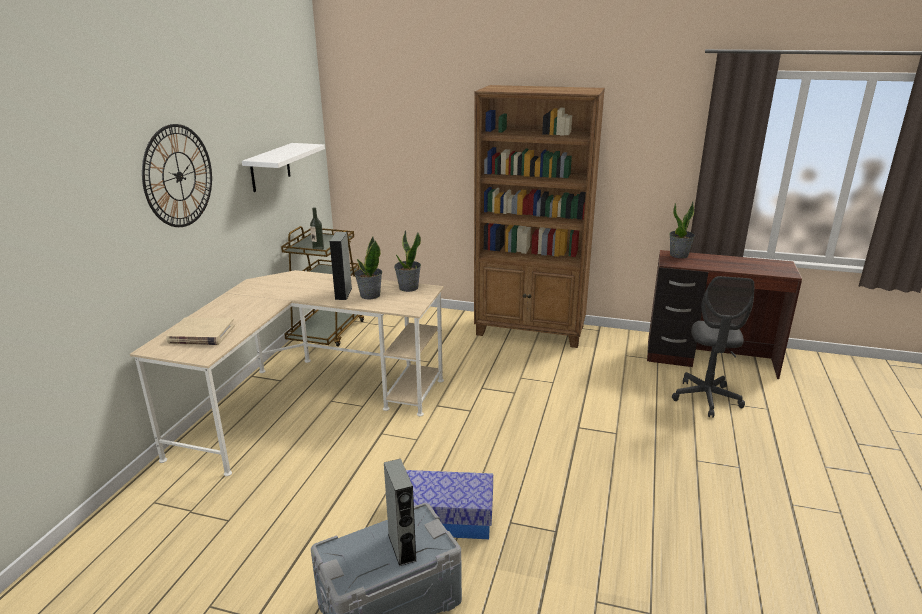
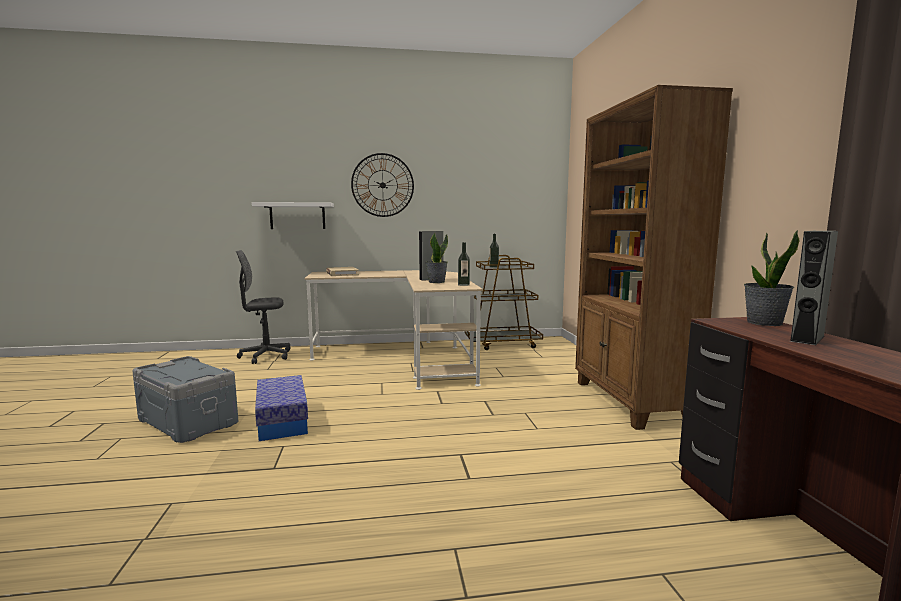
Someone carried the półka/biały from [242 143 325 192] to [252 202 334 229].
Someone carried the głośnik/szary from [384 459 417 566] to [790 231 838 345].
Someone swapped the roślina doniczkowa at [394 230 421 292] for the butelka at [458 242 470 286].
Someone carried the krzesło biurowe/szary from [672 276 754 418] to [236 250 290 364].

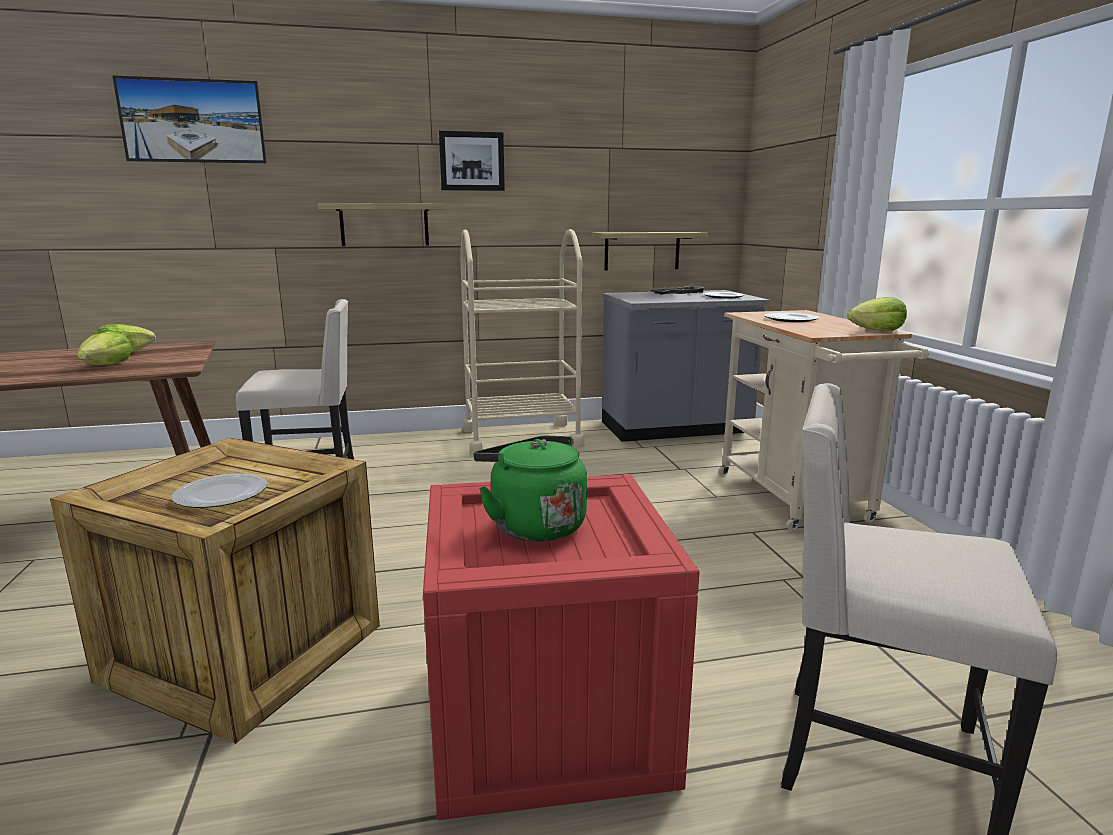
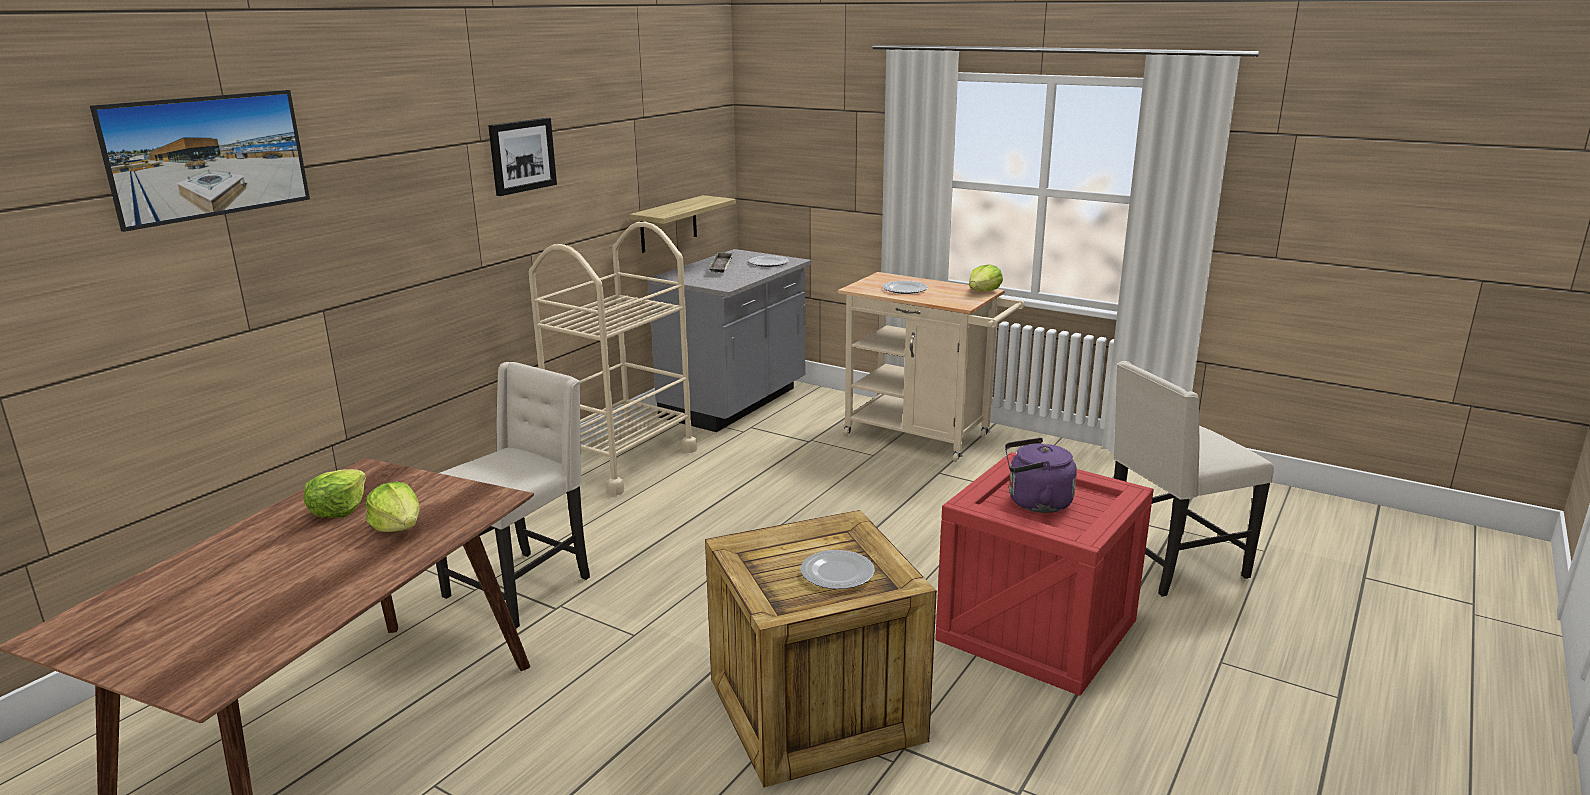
Someone took away the półka at [318 203 445 246].
Someone repainted the czajnik/zielony at [474 435 587 542], which became the czajnik/fioletowy at [1005 438 1077 513].

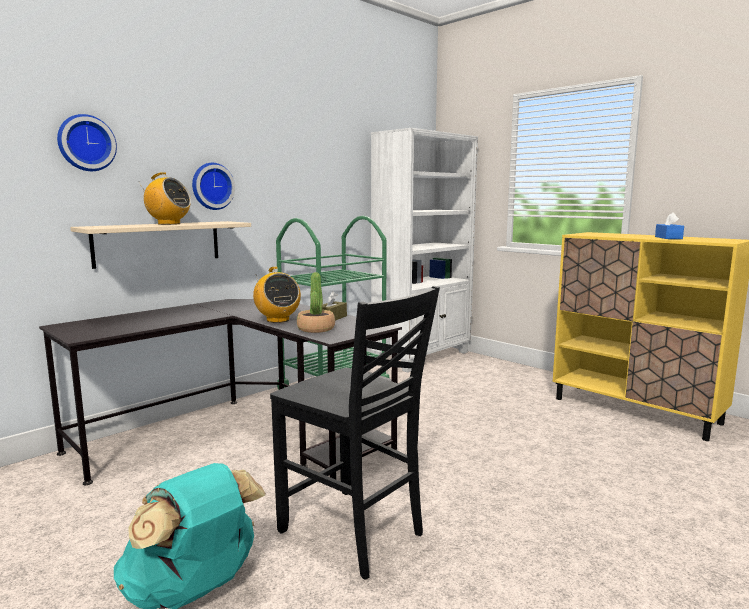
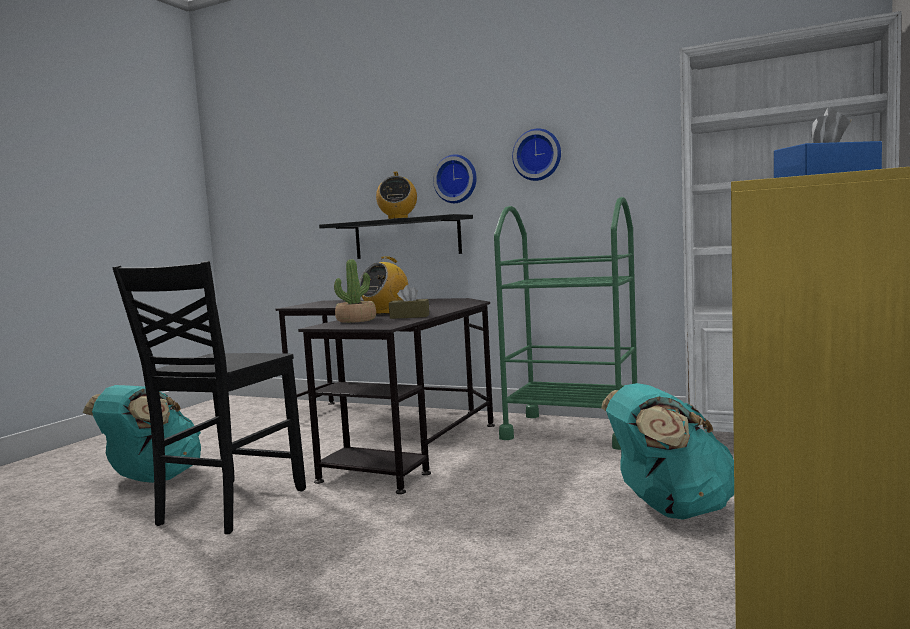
Someone carried the zegar ścienny from [57 114 117 171] to [512 129 561 181].
Someone repainted the półka/beżowy at [70 221 251 269], which became the półka/czarny at [319 214 473 259].
Someone put down the plecak/turkusowy at [601 383 734 520].

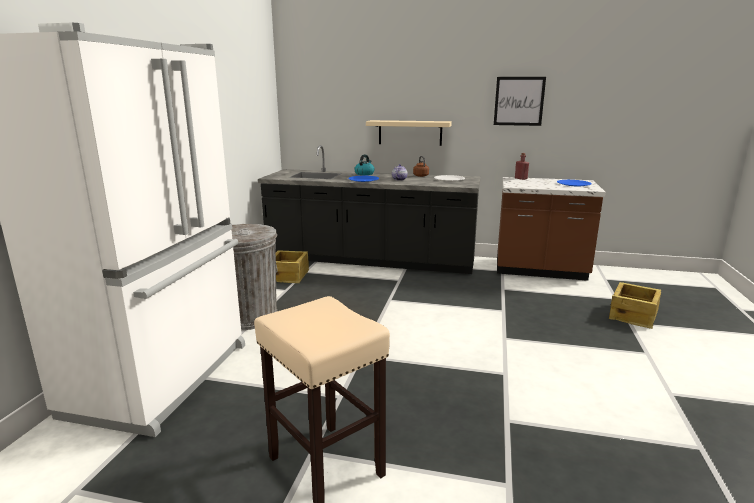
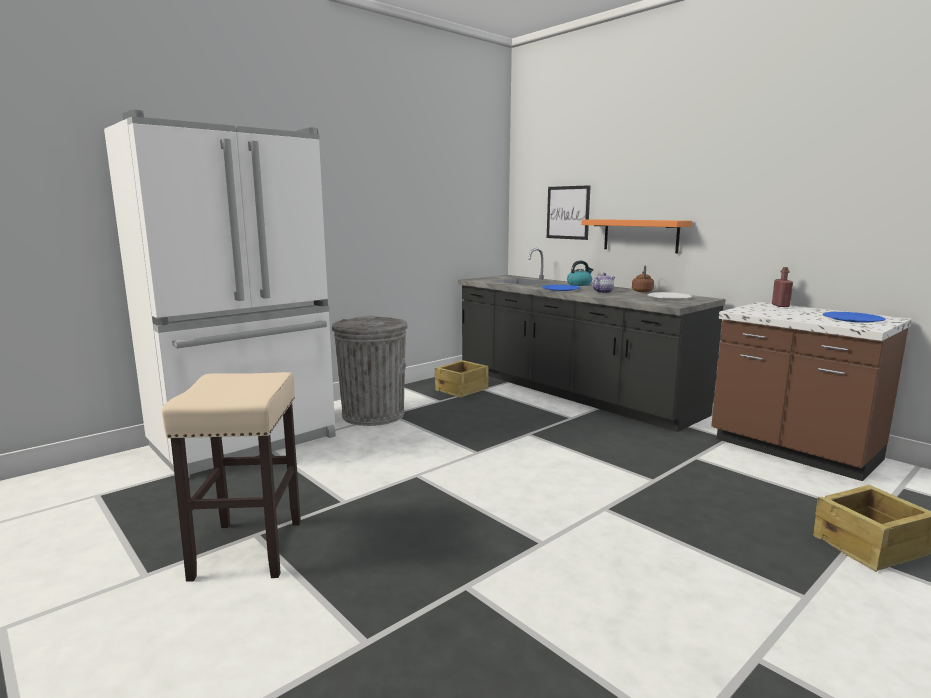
Someone repainted the półka/beżowy at [366 120 452 146], which became the półka/pomarańczowy at [581 219 692 253].
Someone carried the obraz from [494 77 546 126] to [547 185 591 240].

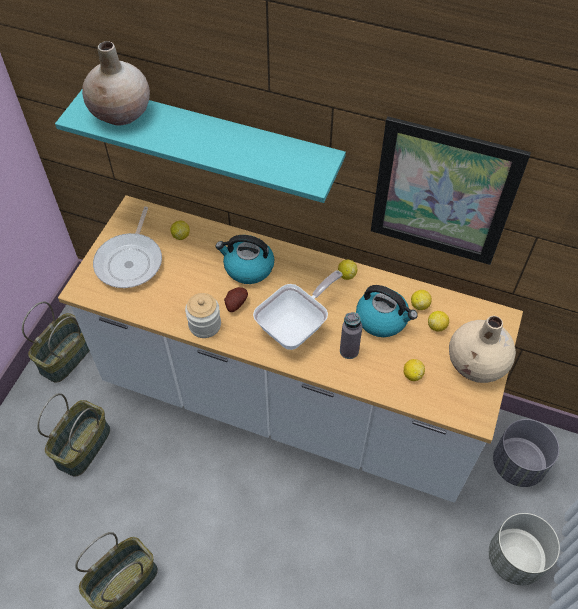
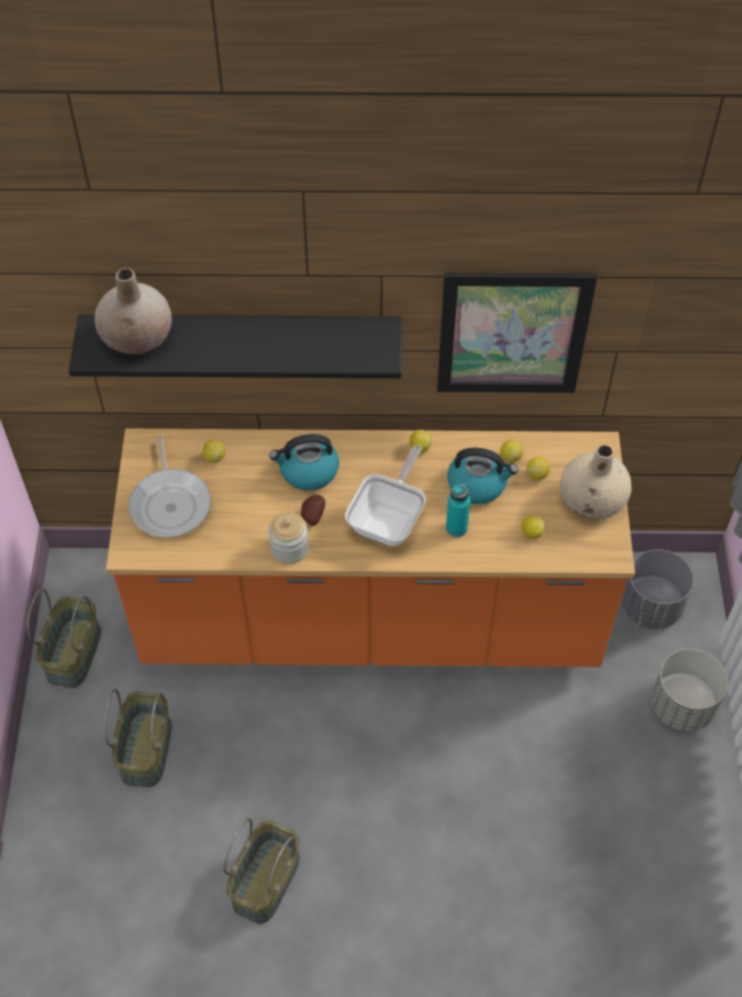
Someone repainted the półka/turkusowy at [55 90 346 203], which became the półka/czarny at [69 315 401 378].
Someone repainted the zabudowa kuchenna/biały at [58 195 523 503], which became the zabudowa kuchenna/pomarańczowy at [106 429 635 667].
Someone repainted the butelka/szary at [340 312 362 359], which became the butelka/turkusowy at [446 483 470 537].

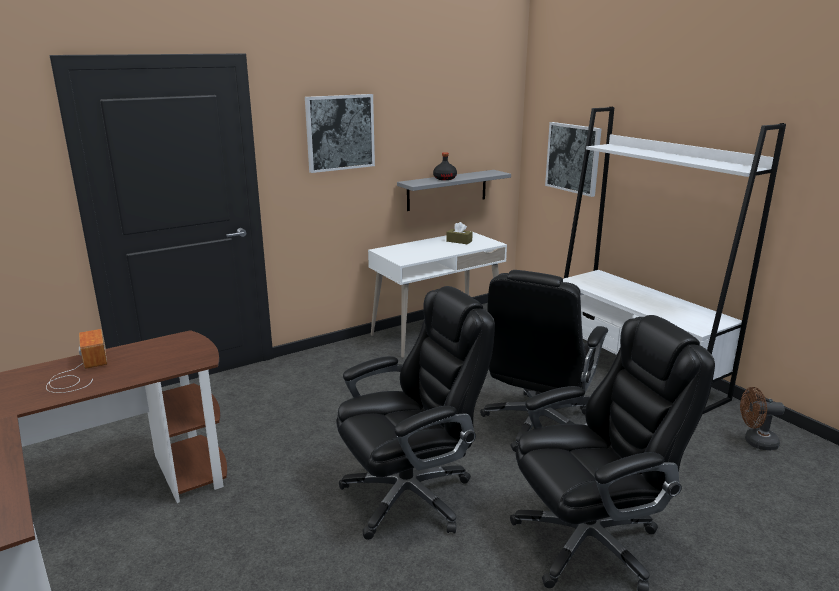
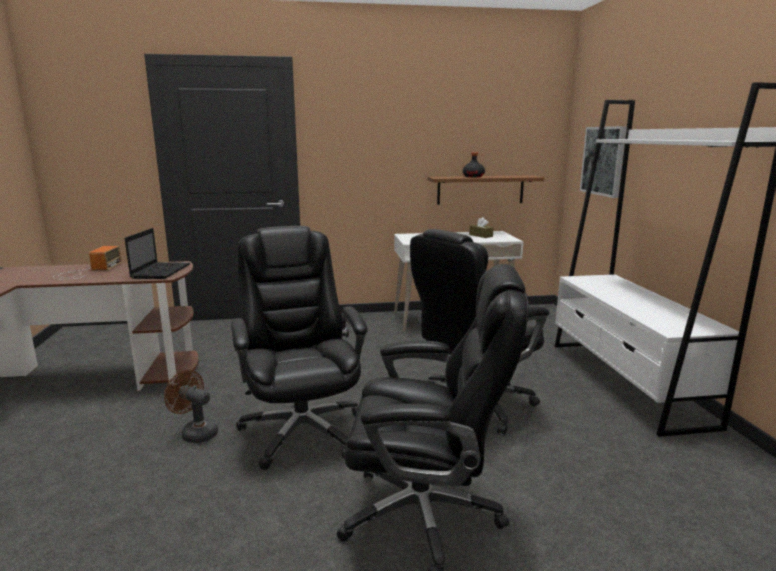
Someone took away the obraz at [305 94 375 173].
Someone rotated the krzesło biurowe/czarny at [336 286 495 540] by 105 degrees counterclockwise.
Someone repainted the półka/szary at [397 170 511 211], which became the półka/brązowy at [428 175 544 205].
Someone carried the wentylator/brązowy from [740 387 785 450] to [164 370 218 443].
Someone put down the laptop at [125 228 190 279].

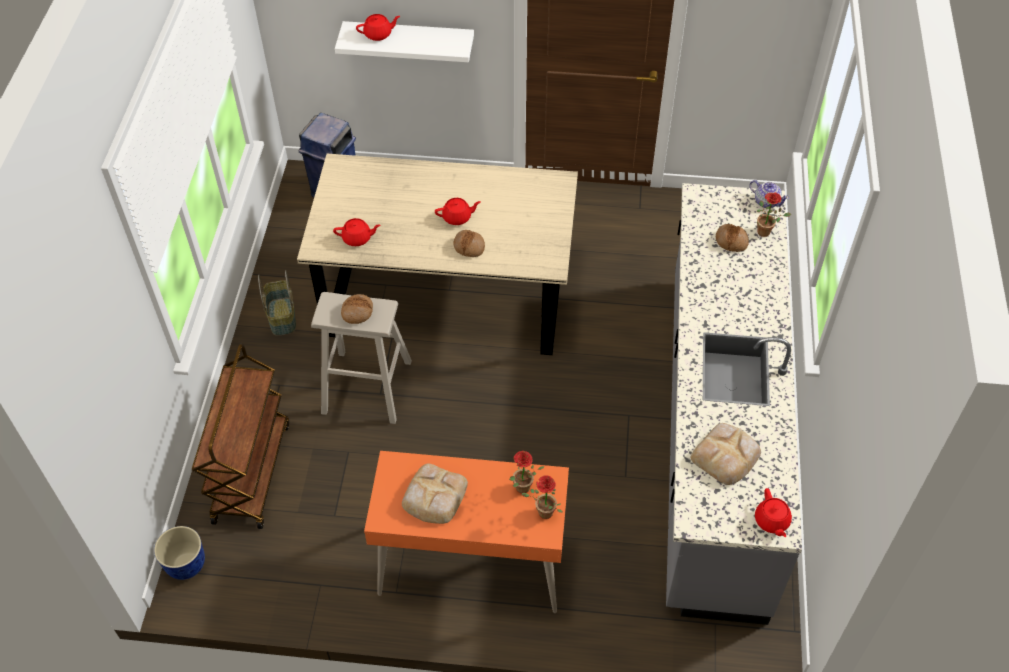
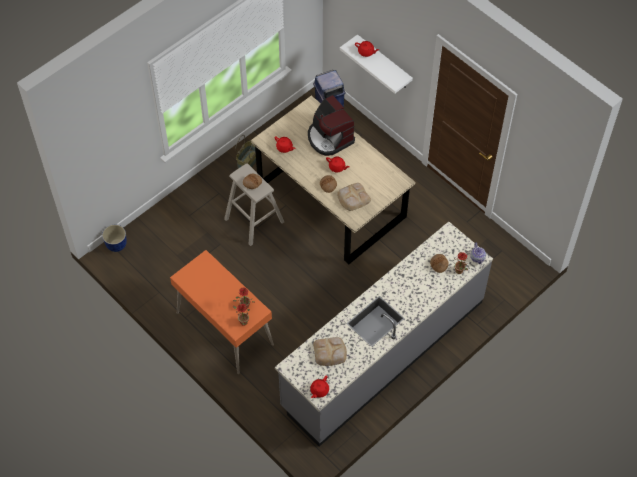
Someone took away the wózek/brązowy at [192 344 289 529].
Someone carried the chleb from [402 463 468 524] to [337 183 371 211].
Someone put down the ekspres do kawy at [308 95 355 156].

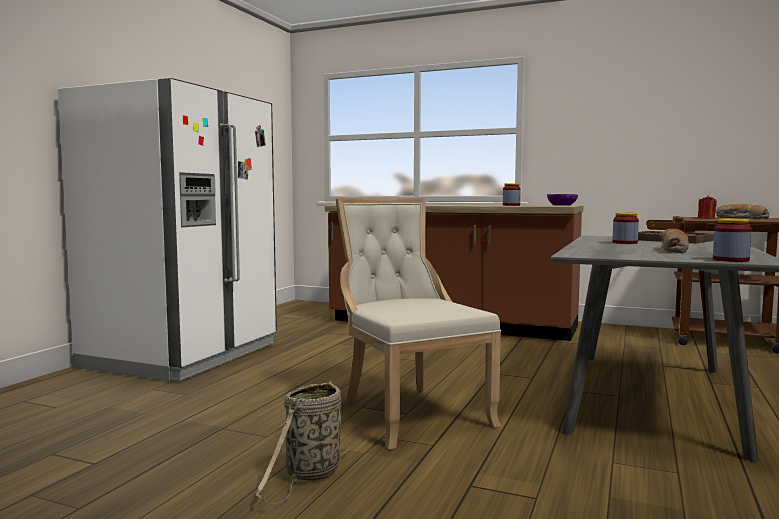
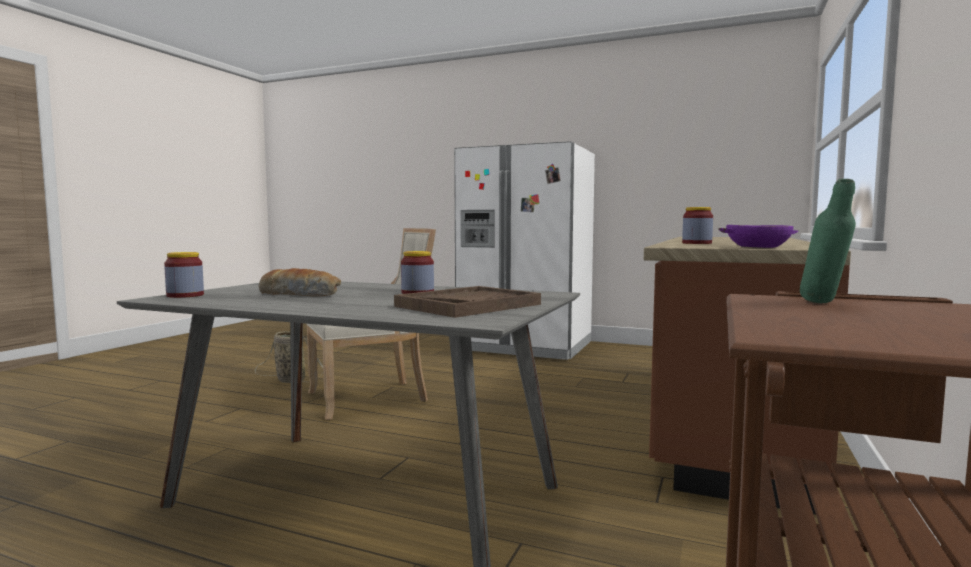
Someone swapped the świeca/czerwony at [698 195 717 219] for the butelka/zielony at [800 179 856 303].
Someone took away the chleb at [715 204 769 219].

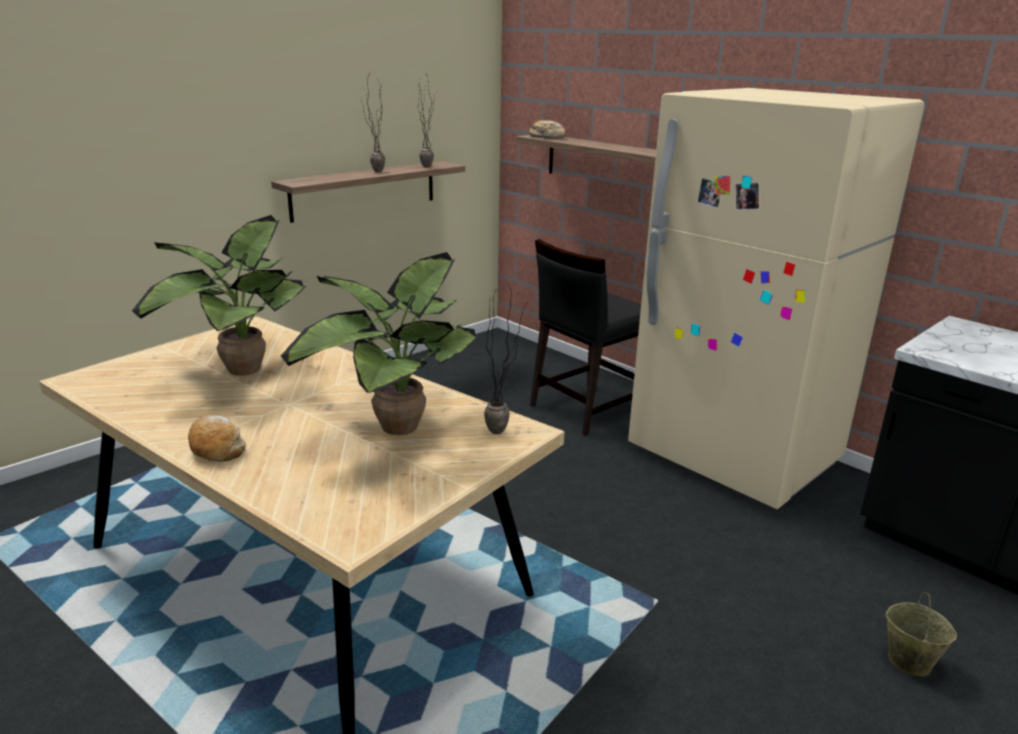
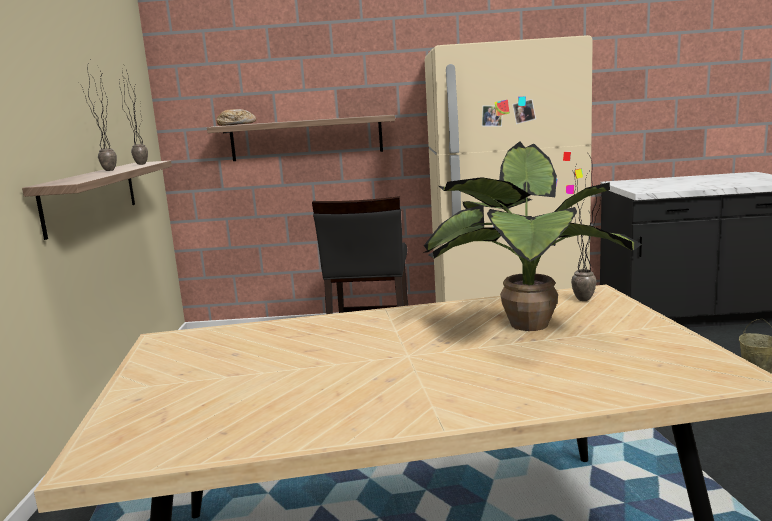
Someone took away the roślina doniczkowa at [132 215 306 376].
Someone took away the chleb at [188 415 246 462].

